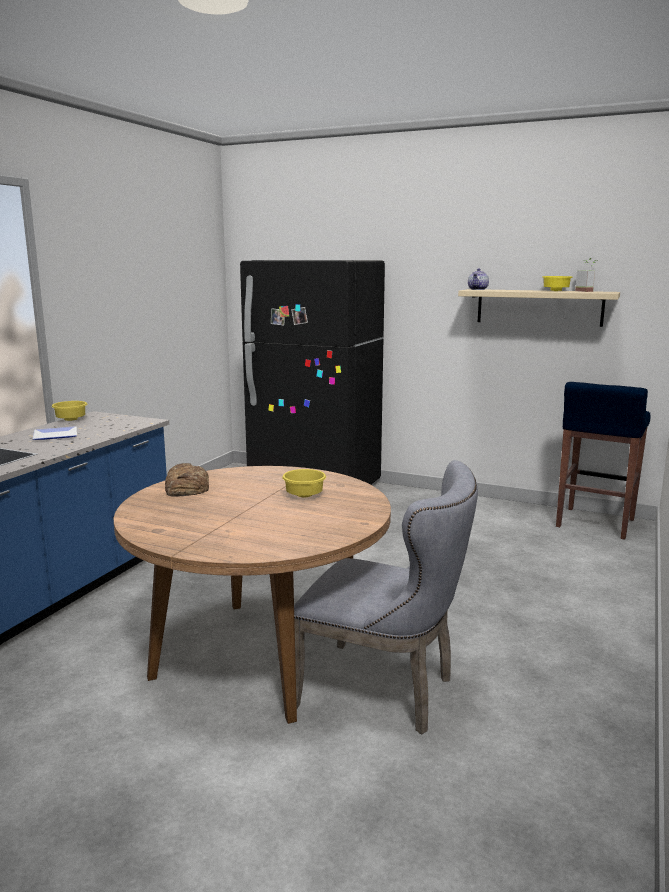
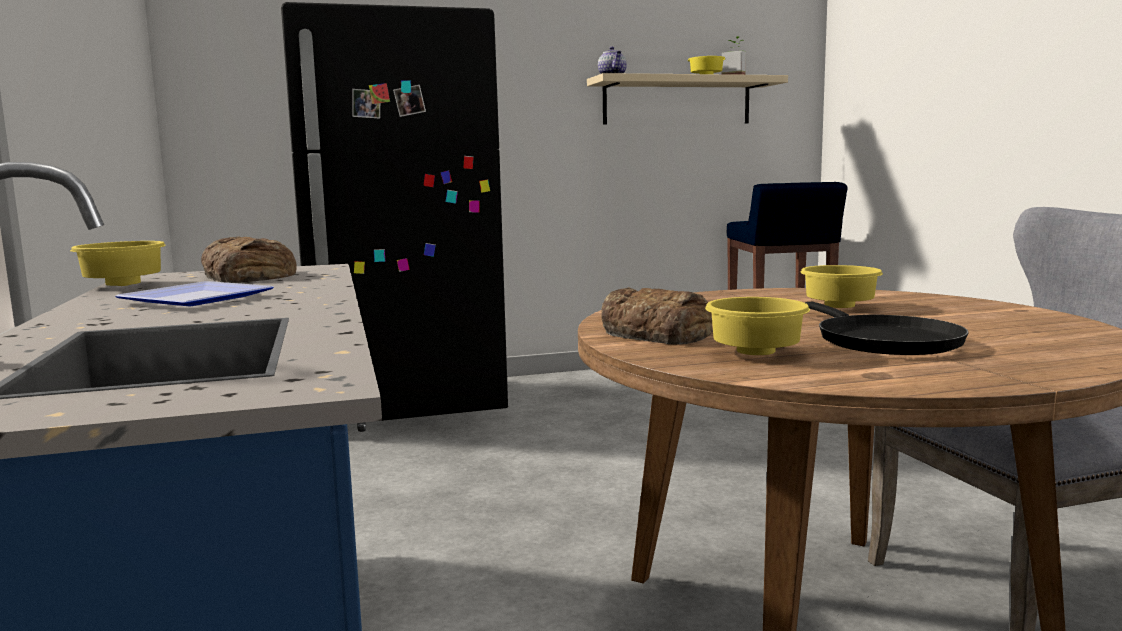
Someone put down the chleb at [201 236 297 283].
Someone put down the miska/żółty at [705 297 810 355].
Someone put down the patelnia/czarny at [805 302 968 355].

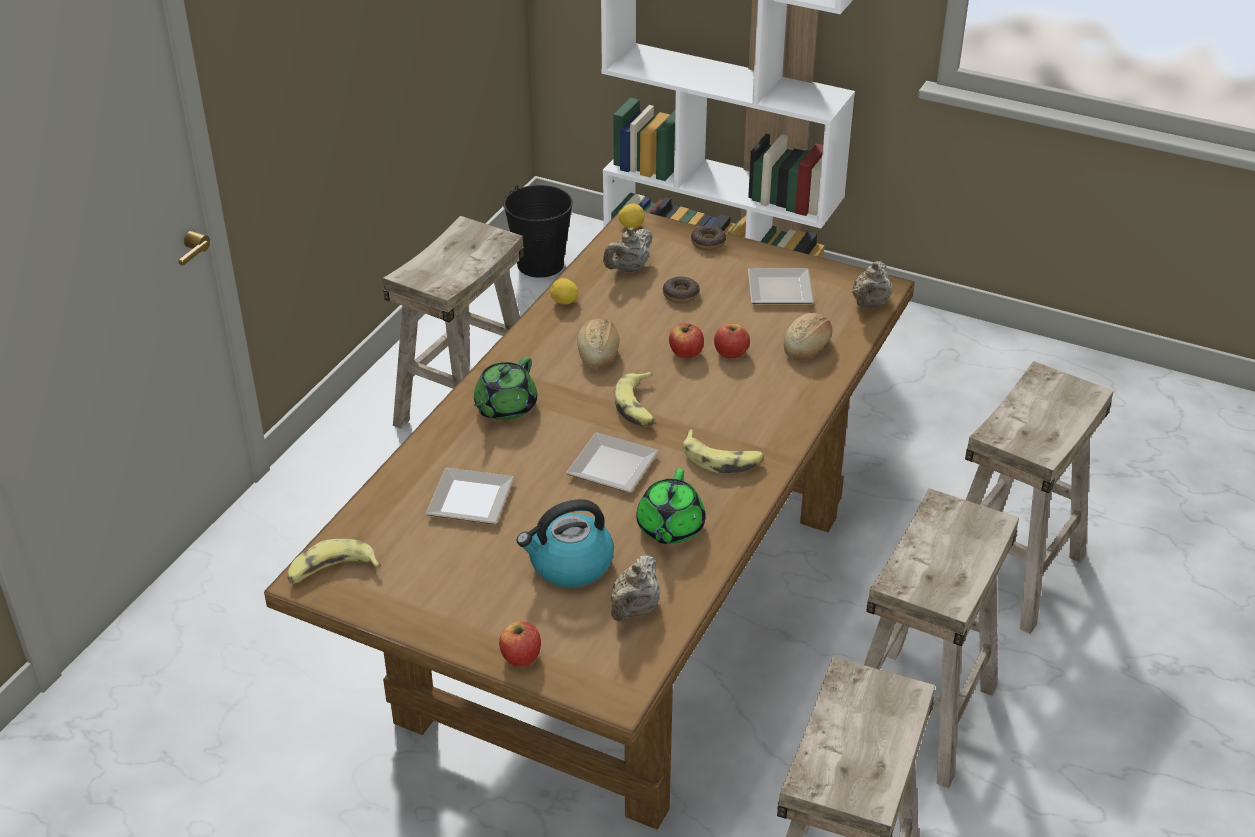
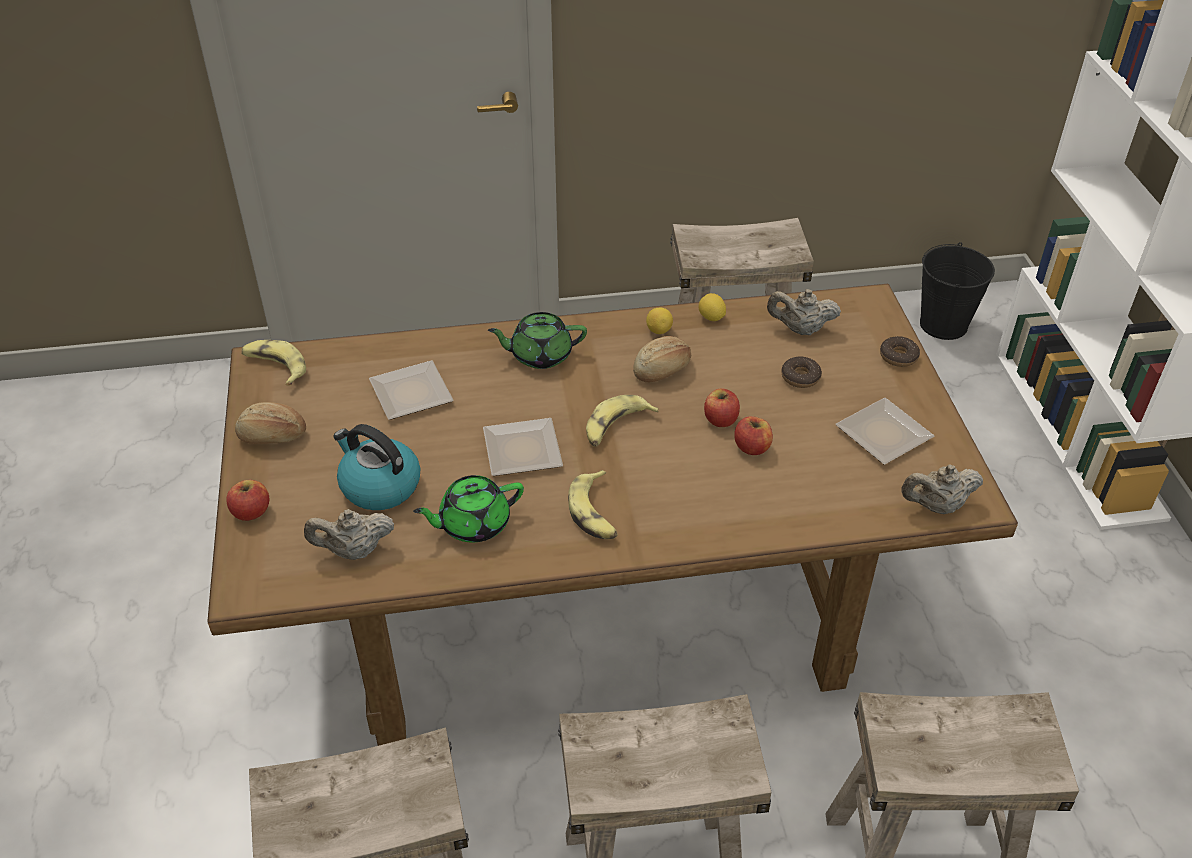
Someone carried the cytryna from [618 204 645 228] to [646 308 673 334].
Someone carried the chleb from [784 313 832 361] to [235 402 306 444].

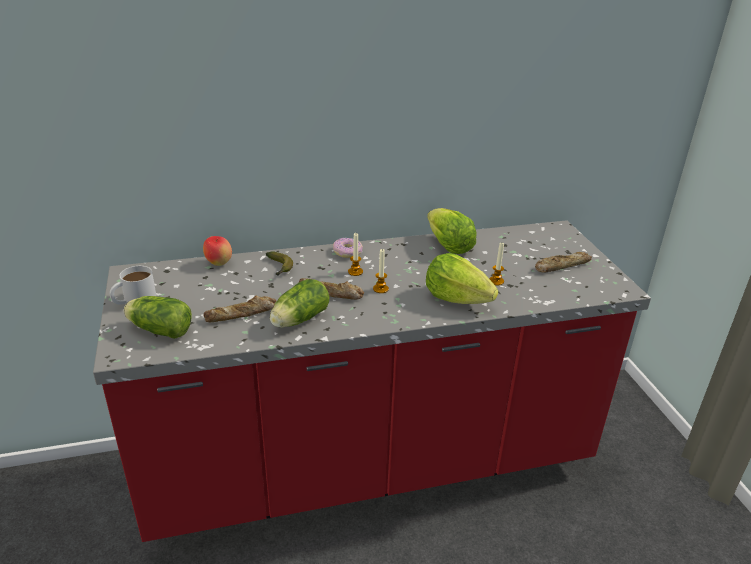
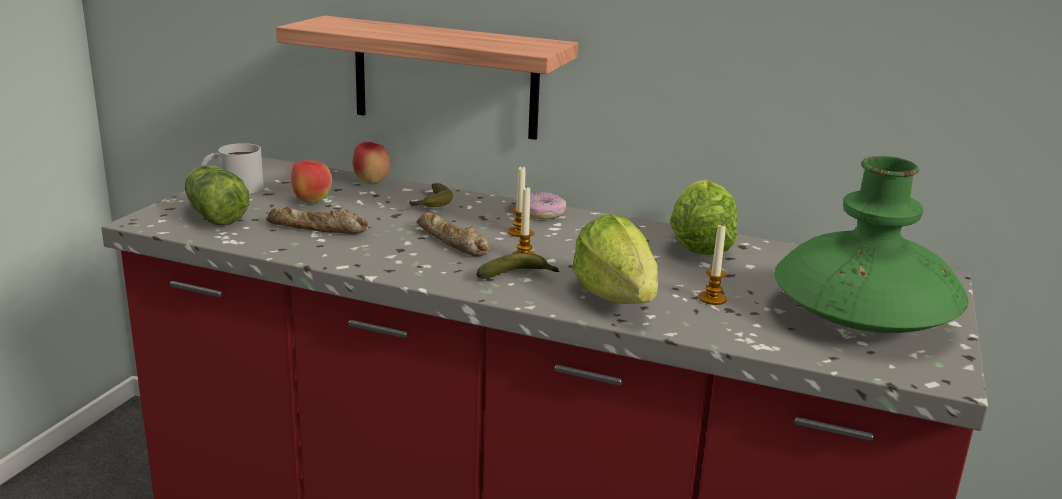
Someone took away the sałata at [270 279 329 328].
Someone swapped the chleb at [535 252 592 273] for the wazon/zielony at [775 156 968 333].
Someone put up the półka at [276 16 578 140].
Someone put down the jabłko at [291 160 332 204].
Someone put down the banan at [476 253 560 279].

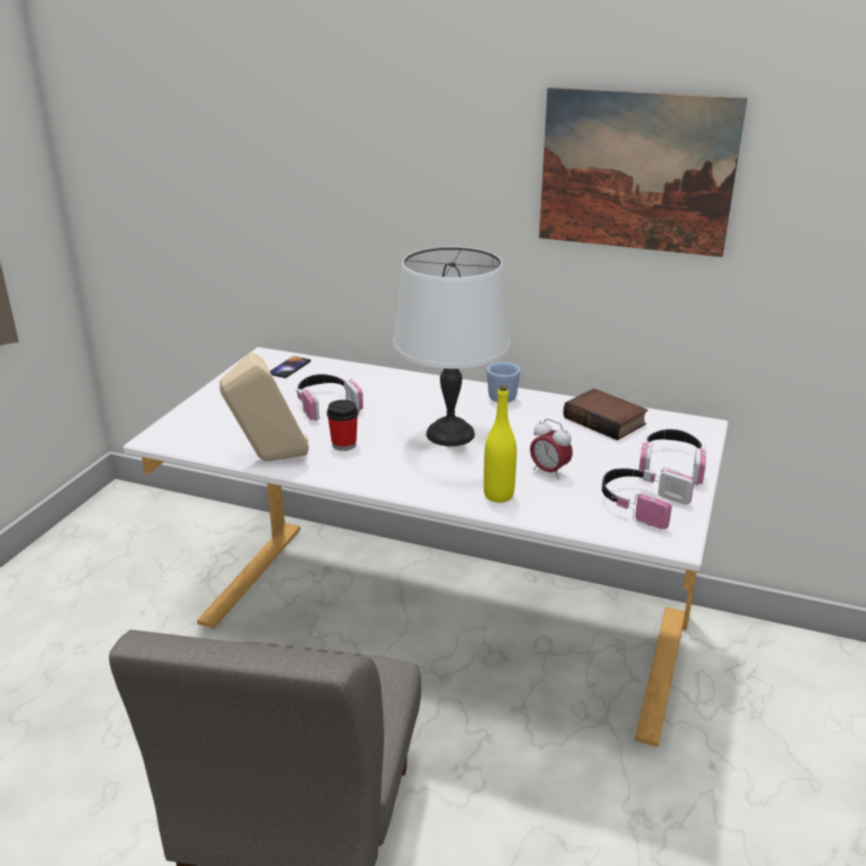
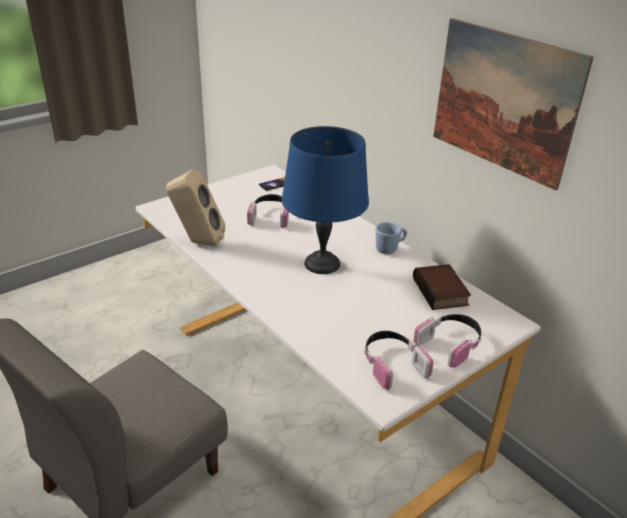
Someone took away the filiżanka at [327 400 358 451].
Someone repainted the lampa stołowa/biały at [393 247 510 446], which became the lampa stołowa/niebieski at [282 126 369 274].
Someone took away the butelka/żółty at [484 385 517 502].
Someone took away the budzik at [530 419 573 479].

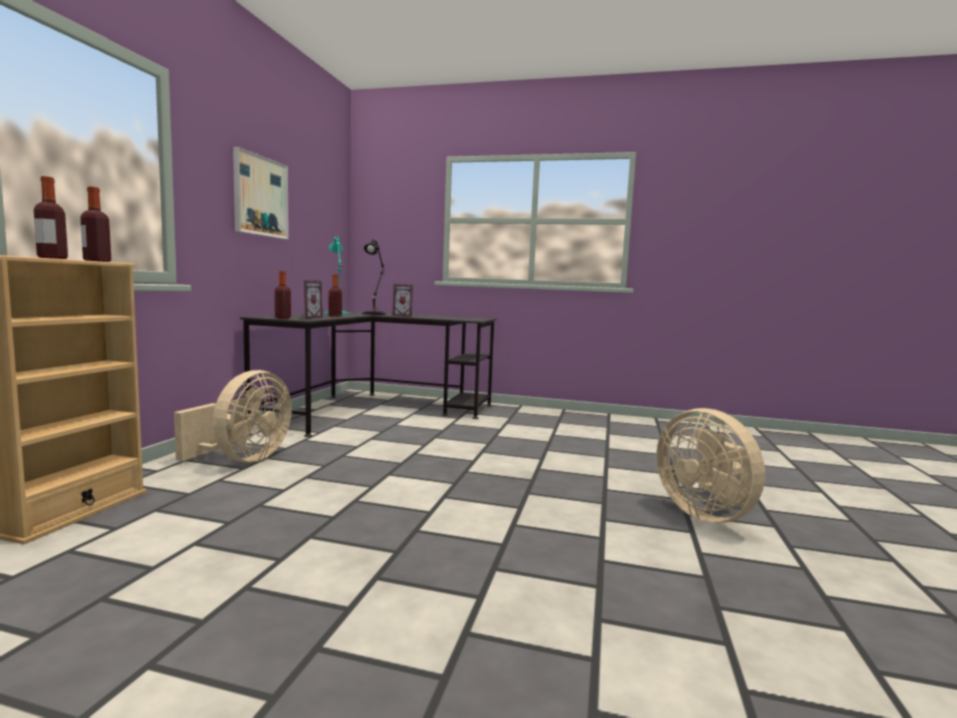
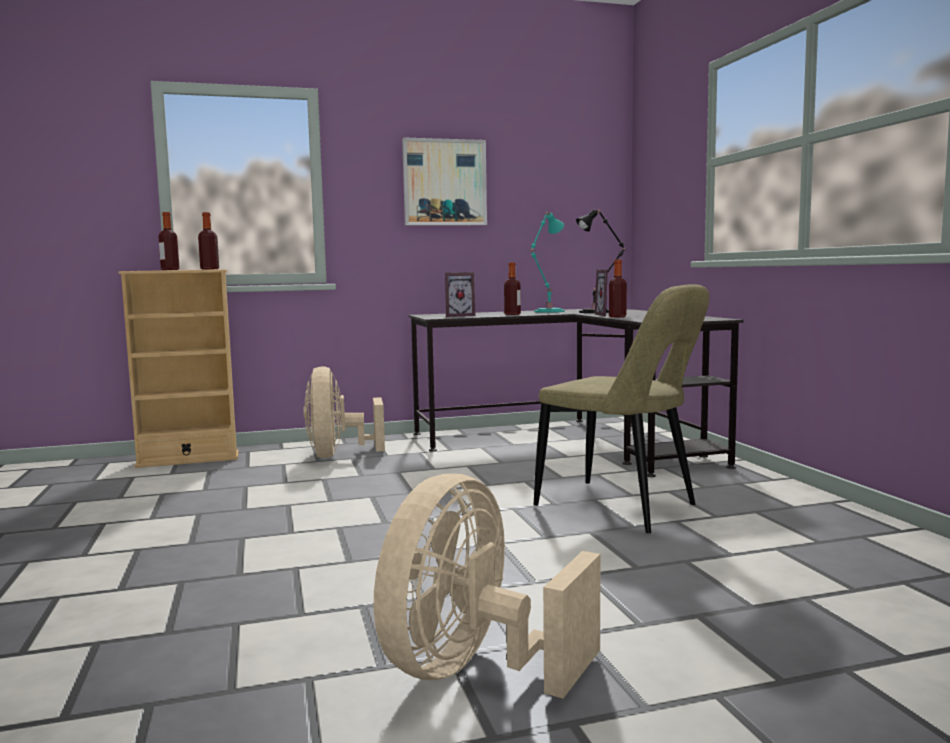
Someone rotated the wentylator/beżowy at [174 370 292 462] by 90 degrees clockwise.
Someone carried the butelka from [275 271 291 319] to [609 260 627 317].
Someone put down the krzesło/beżowy at [534 284 710 533].

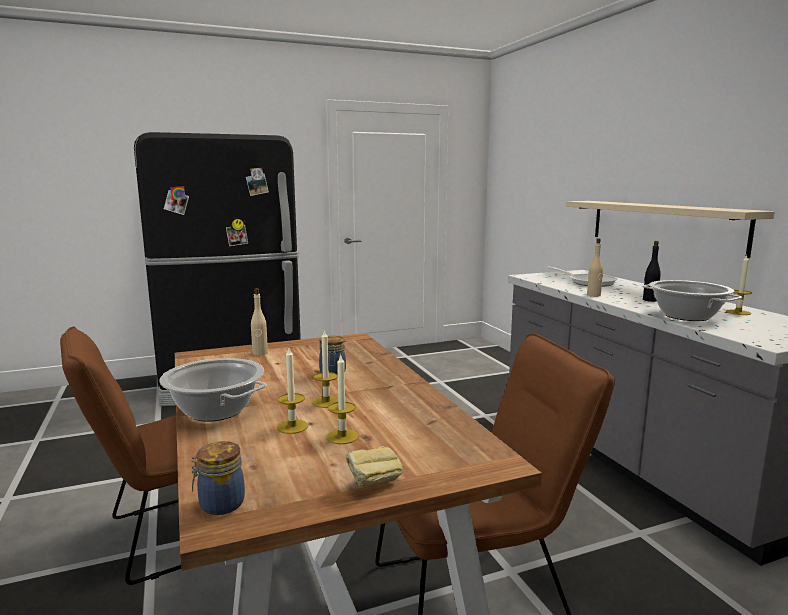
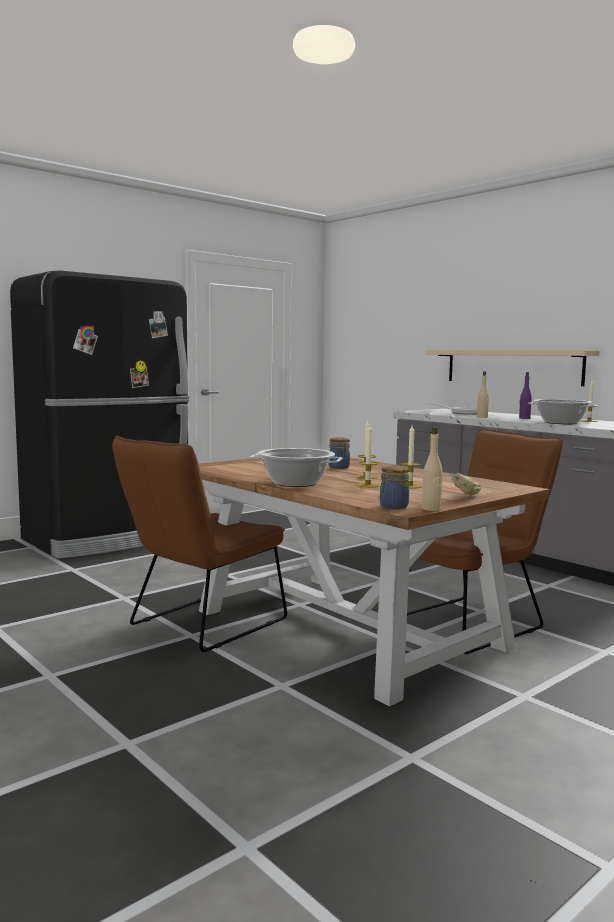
Someone carried the butelka/beżowy from [251 288 268 355] to [422 427 443 511].
Someone repainted the butelka/czarny at [643 241 661 302], which became the butelka/fioletowy at [519 372 532 419].

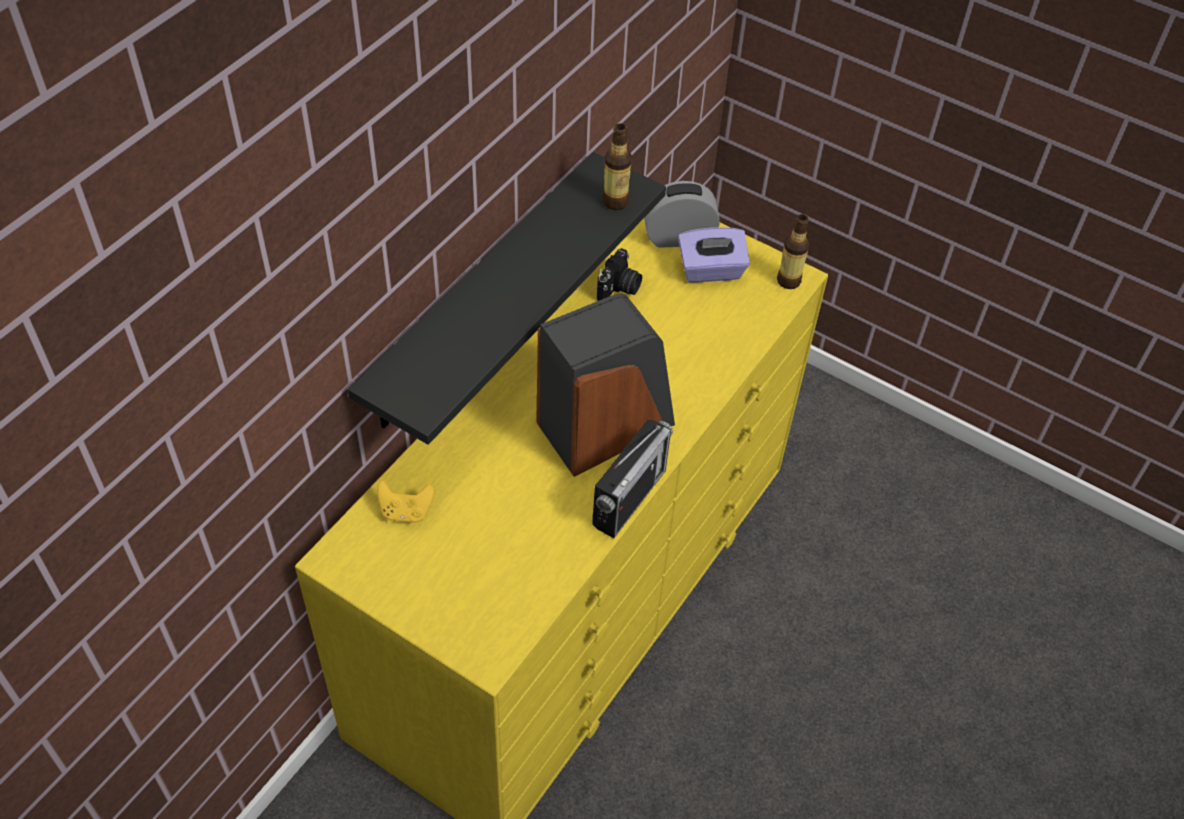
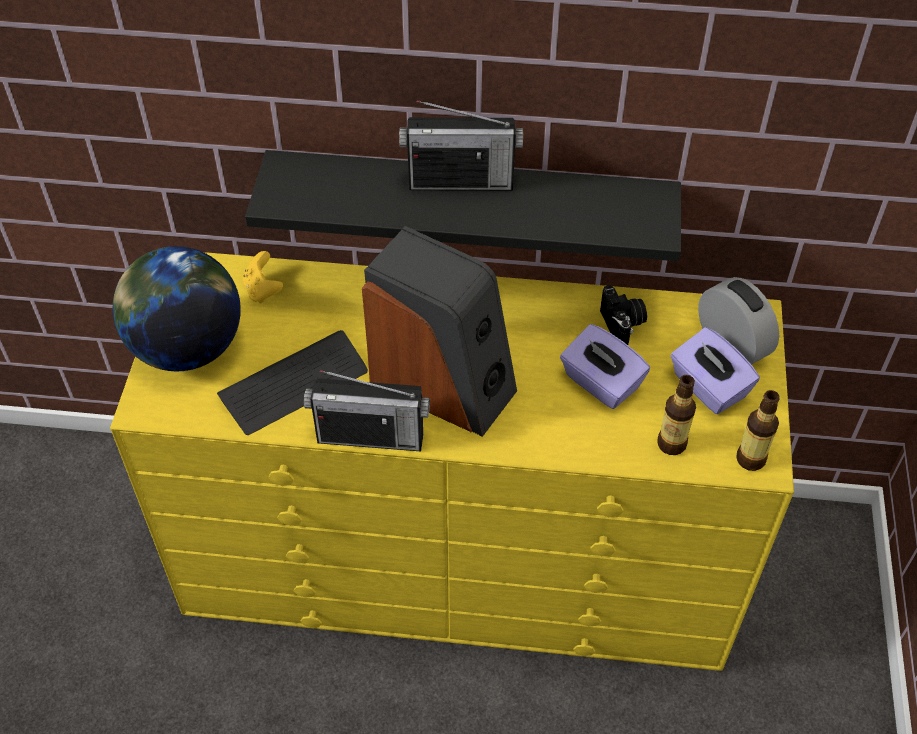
Someone rotated the aparat fotograficzny at [597 248 642 301] by 105 degrees counterclockwise.
Someone carried the butelka from [602 123 632 210] to [657 375 696 455].
Someone put down the globus at [113 246 241 371].
Someone put down the klawiatura at [217 330 368 435].
Someone put down the radio at [399 100 523 191].
Someone put down the pudełko chusteczek/fioletowy at [560 324 650 409].

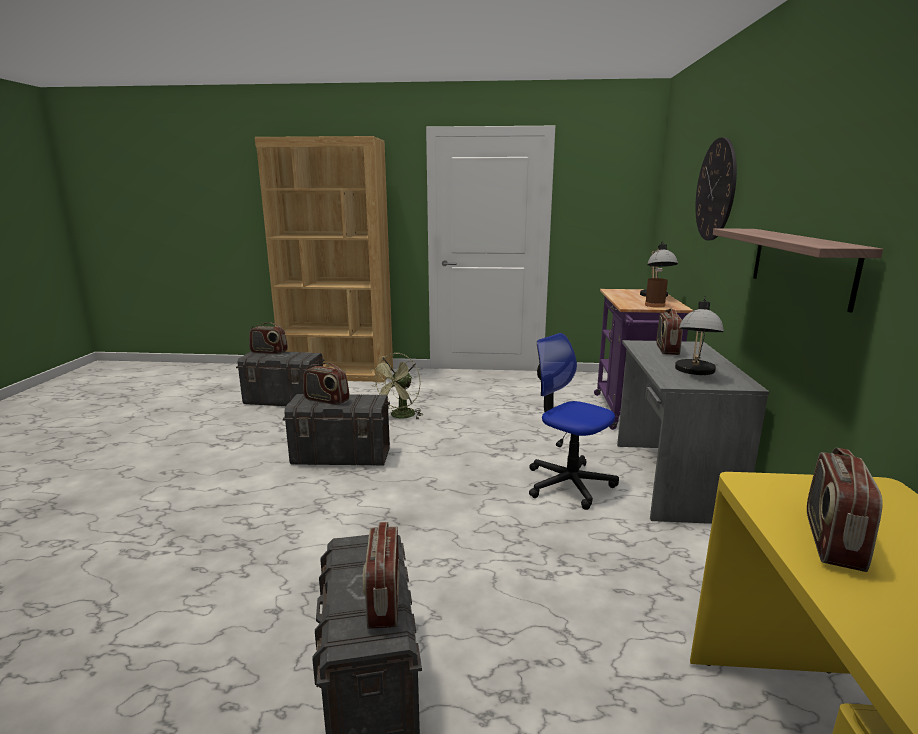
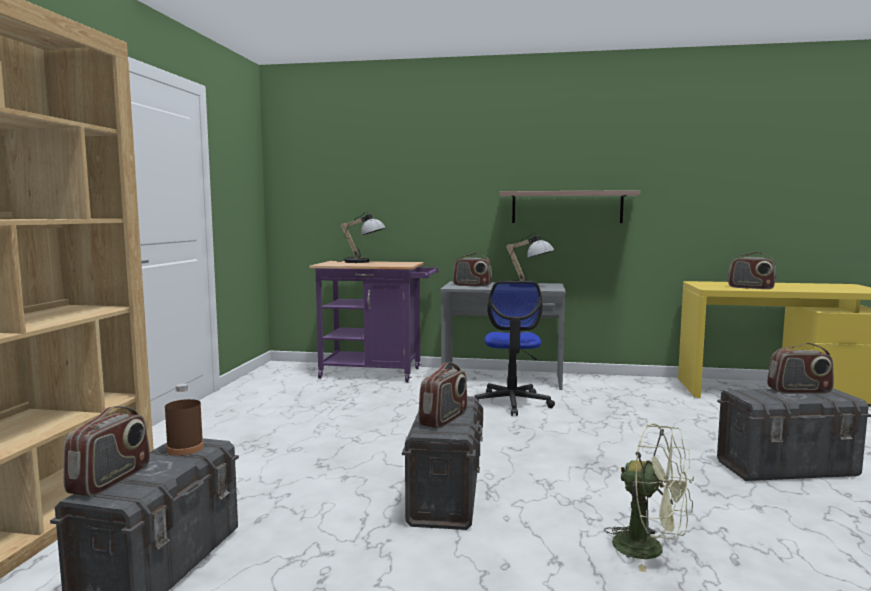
Someone carried the wentylator/zielony from [371 353 423 419] to [604 423 694 572].
Someone rotated the krzesło biurowe at [529 333 619 510] by 45 degrees counterclockwise.
Someone carried the butelka/brązowy from [645 268 668 308] to [165 384 204 456].
Someone took away the zegar ścienny at [695 137 737 240].

